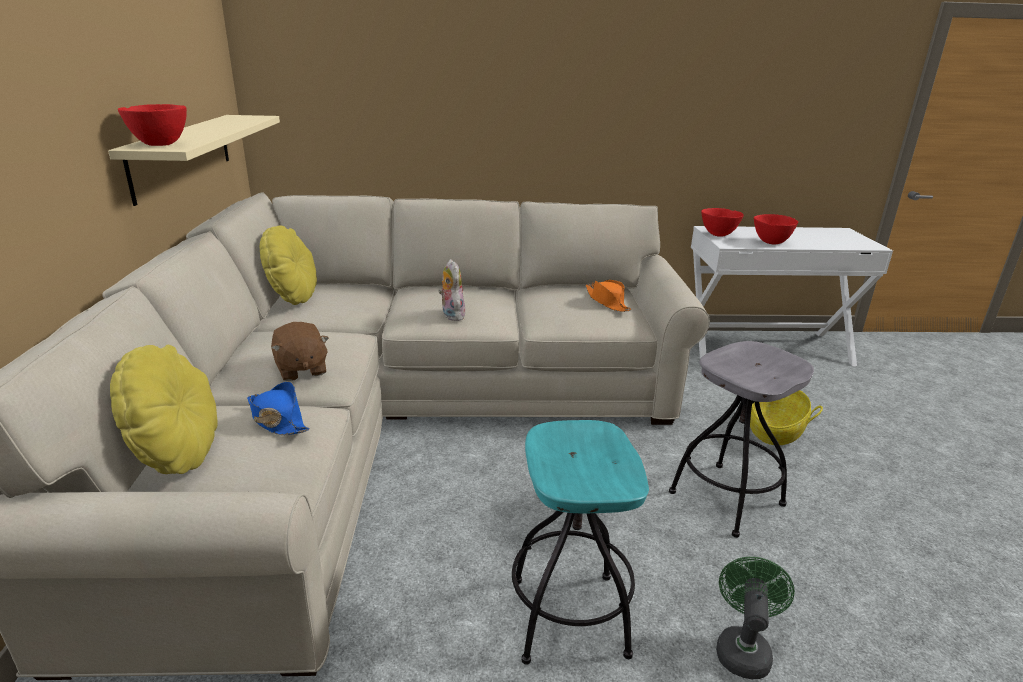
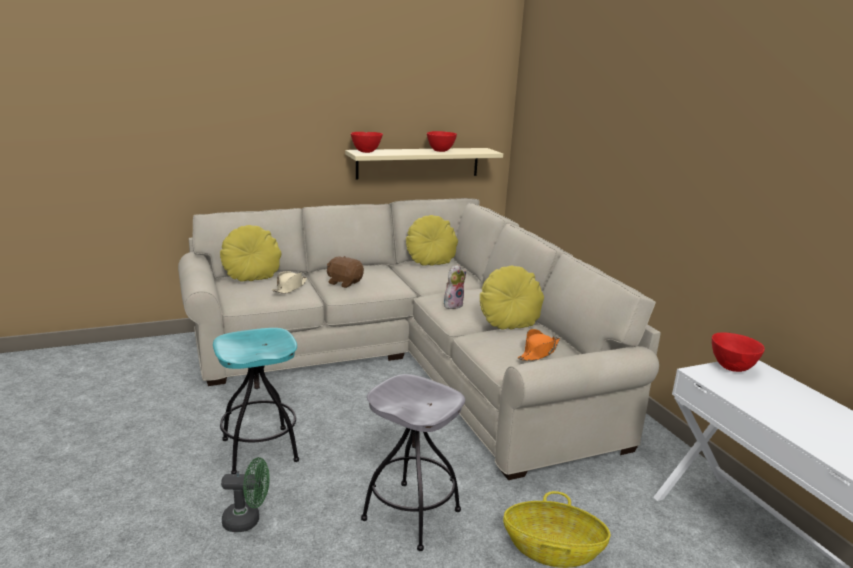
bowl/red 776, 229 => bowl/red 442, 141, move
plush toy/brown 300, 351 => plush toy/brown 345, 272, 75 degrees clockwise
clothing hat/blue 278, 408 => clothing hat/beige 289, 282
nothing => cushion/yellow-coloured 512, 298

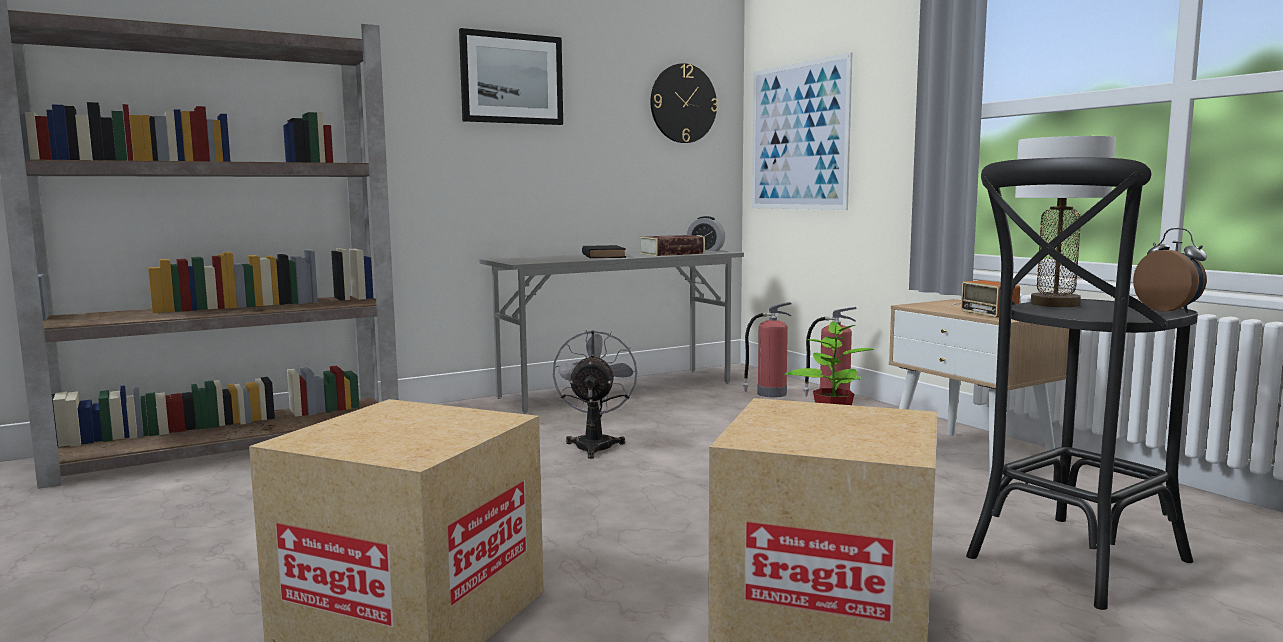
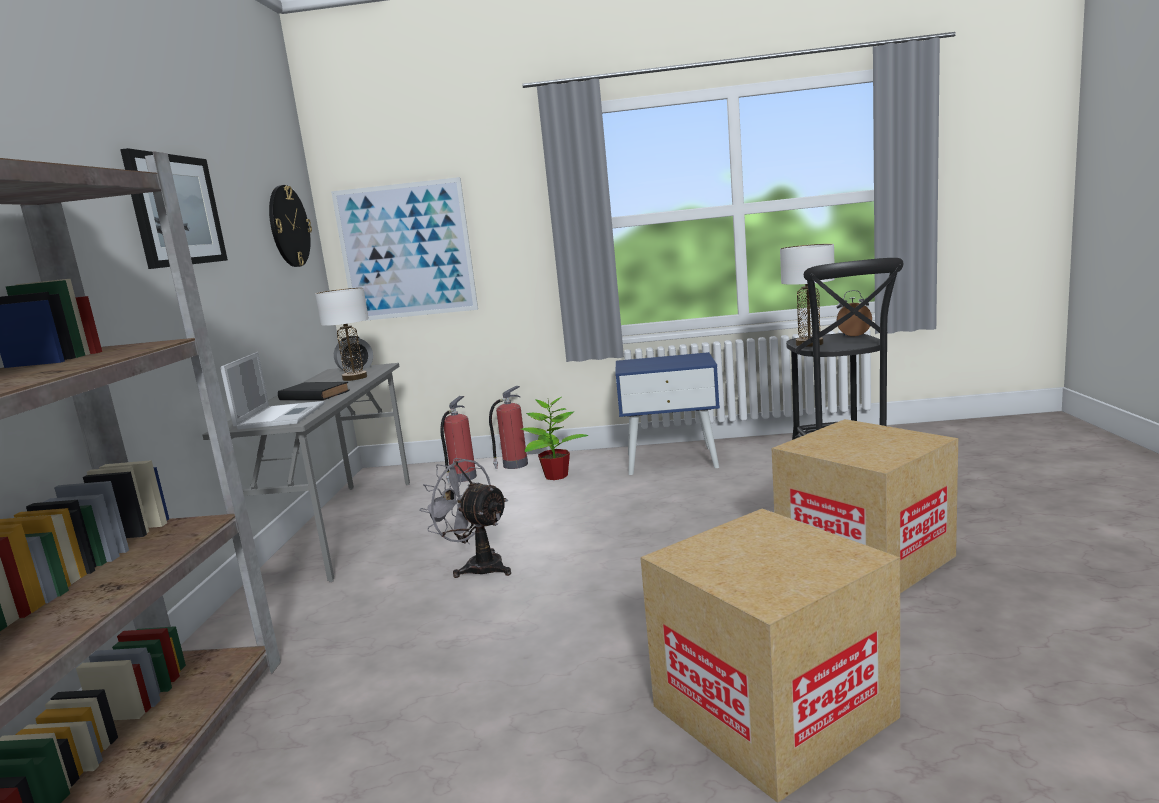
book 672, 245 => lamp for a table 342, 334
radio receiver 985, 299 => nothing
bedside table/beige 979, 387 => bedside table/blue 667, 413
nothing => laptop 272, 391

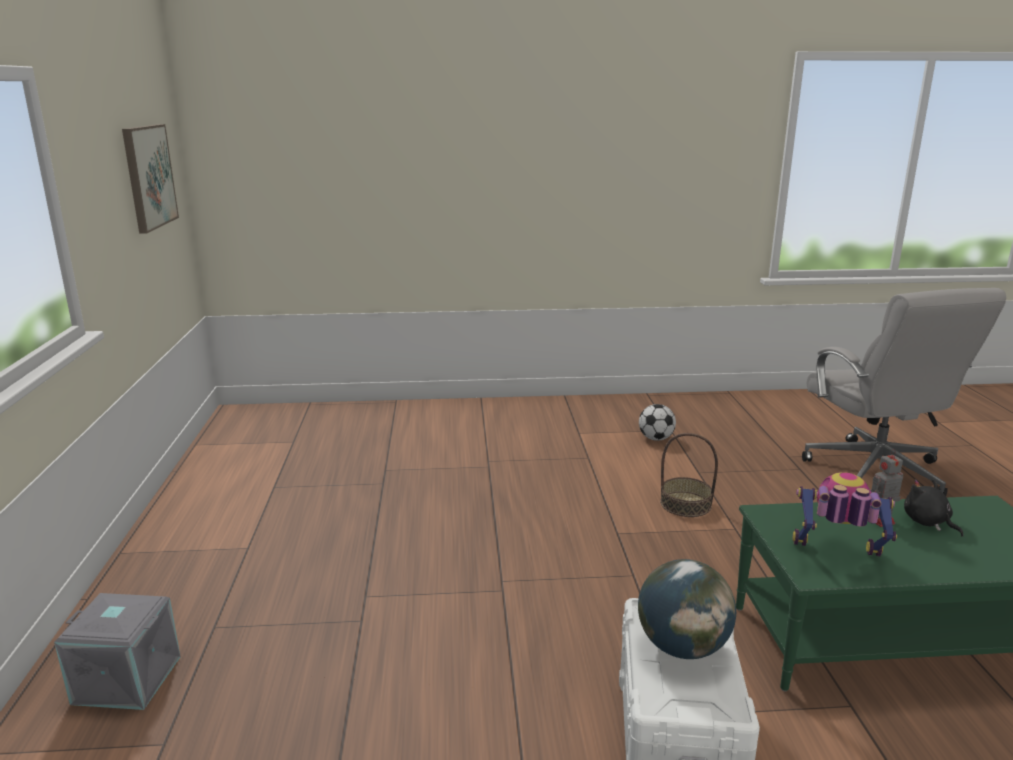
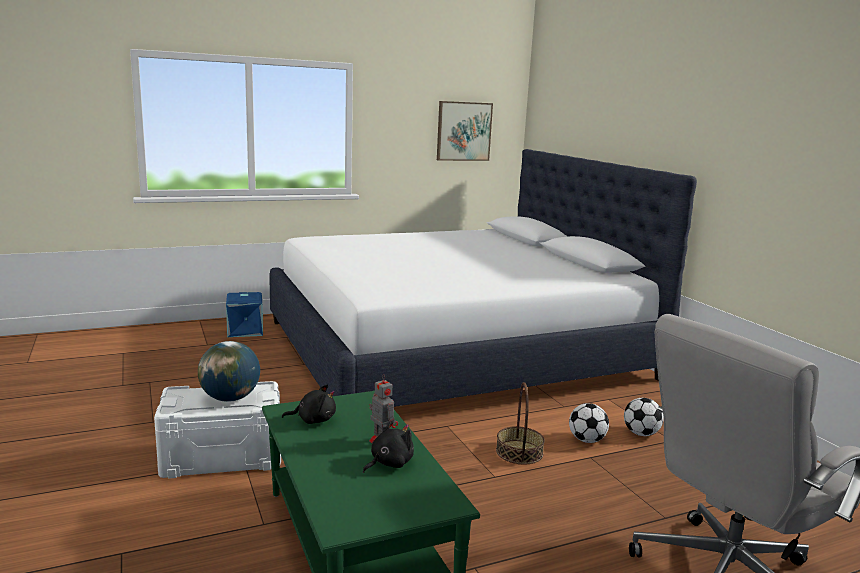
toy robot 845, 514 => plush toy/black-coloured 309, 404
storage bin/gray 117, 651 => storage bin/blue 244, 314
nothing => bed/white 483, 278
nothing => football 589, 423

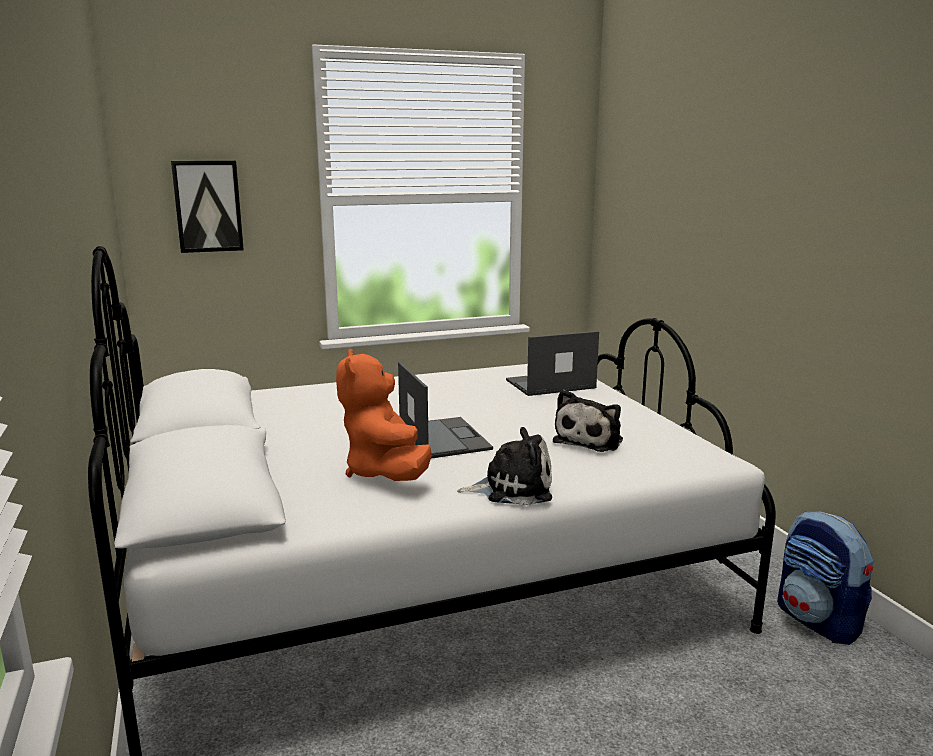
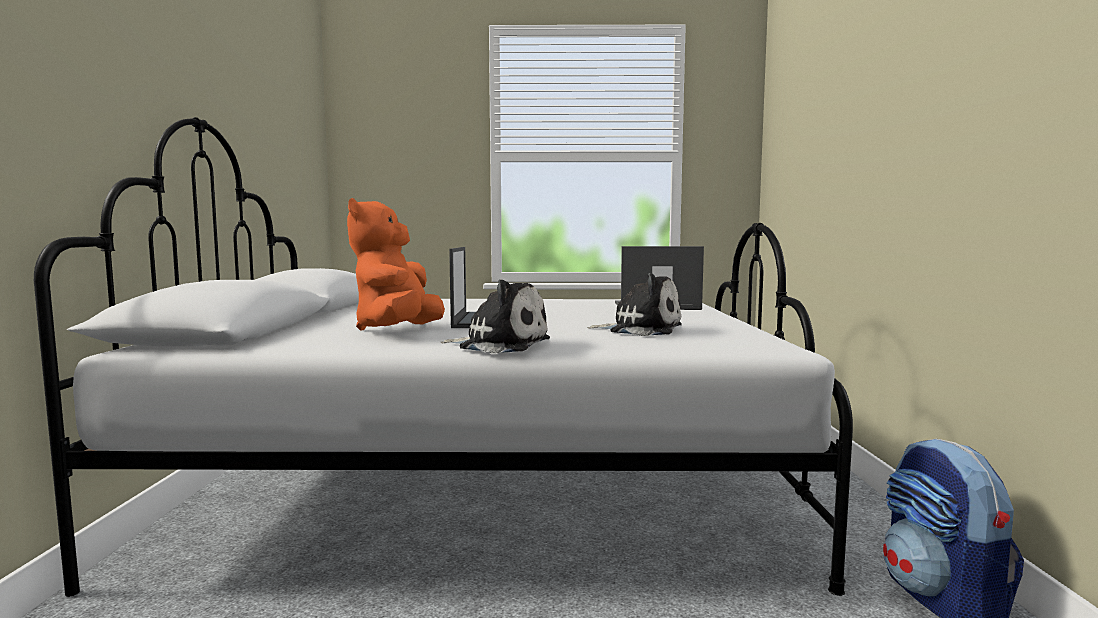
picture 207, 207 => nothing
plush toy 588, 421 => plush toy 634, 304, 120 degrees counterclockwise

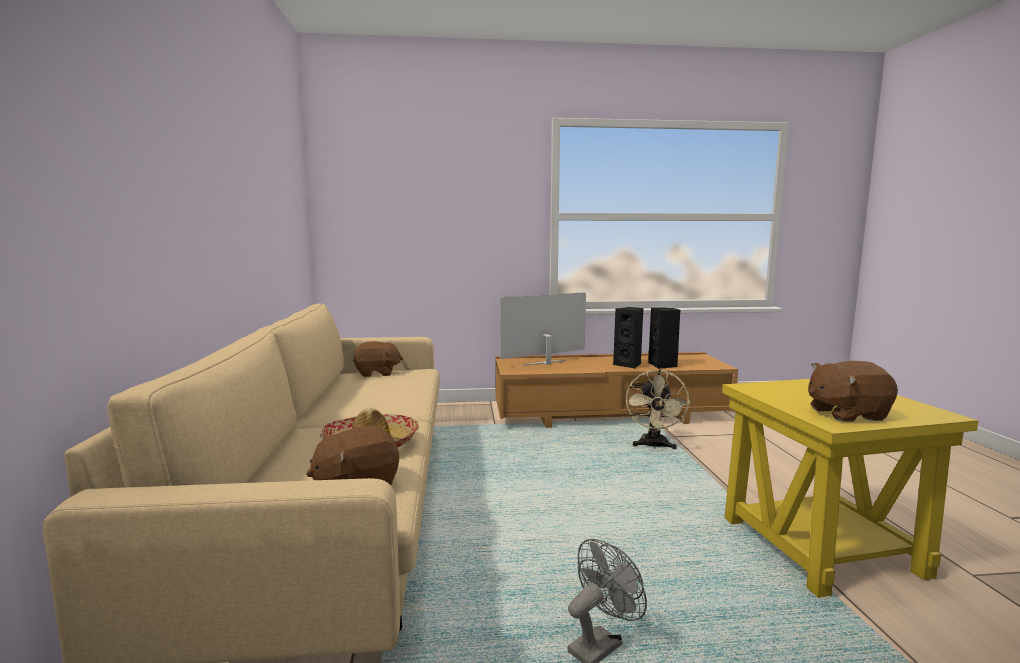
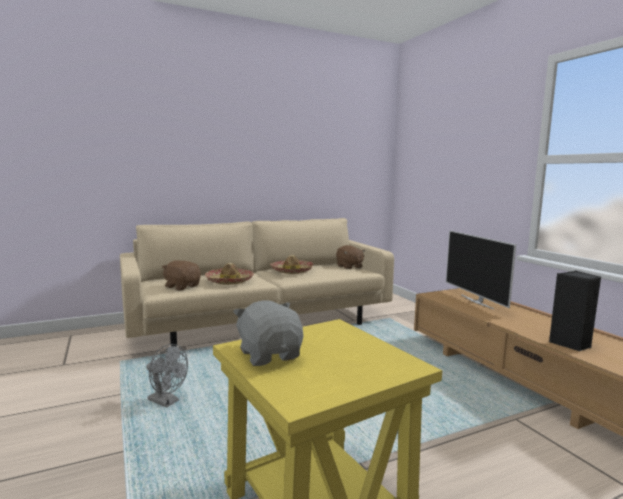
TV set 543, 329 => TV set 481, 269, 150 degrees counterclockwise
loudspeaker/black-coloured 628, 337 => nothing
plush toy/brown 853, 391 => plush toy/gray 268, 333
cooling fan/beige 658, 409 => nothing
nothing => clothing hat 292, 264

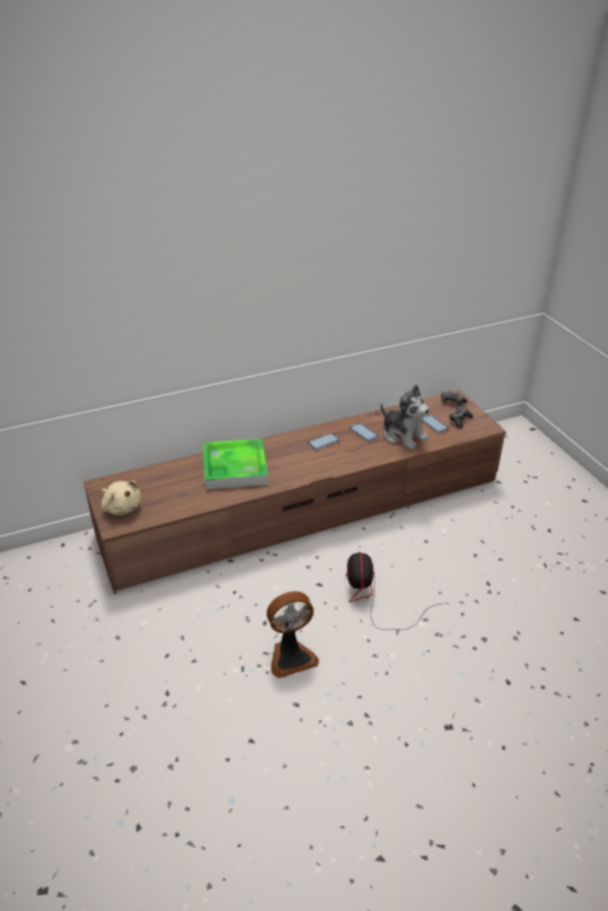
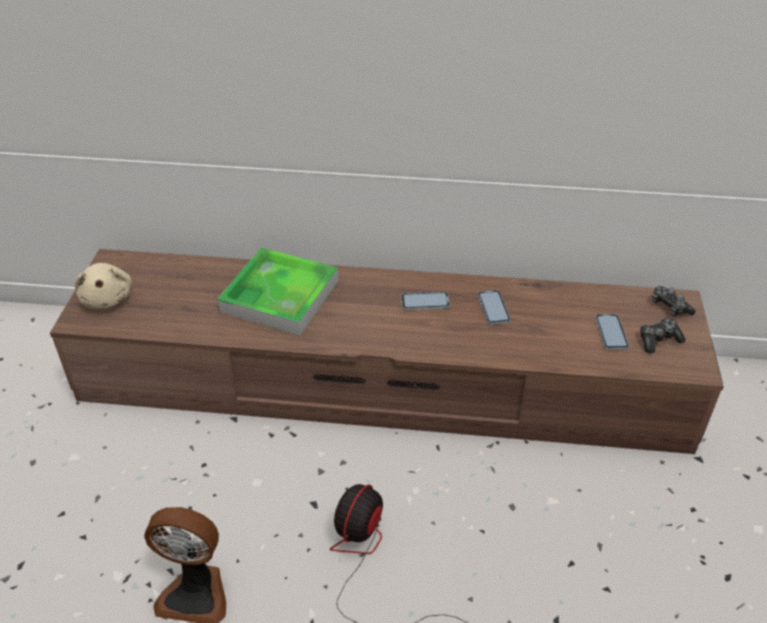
plush toy 405, 417 => nothing

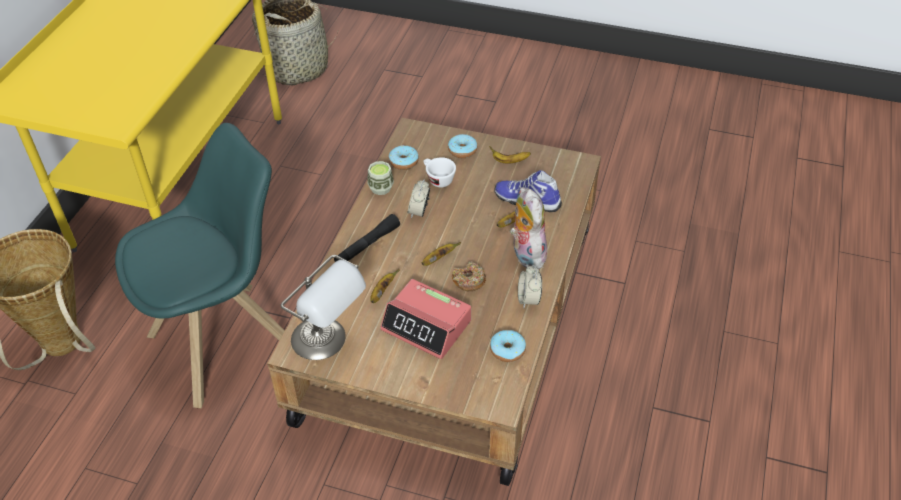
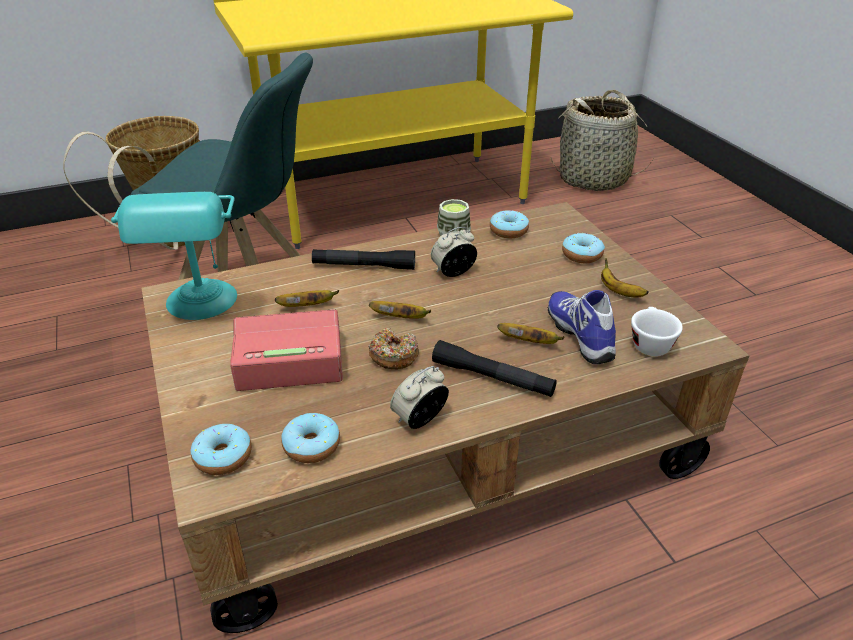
small cup/white 440, 172 => small cup/white 657, 331, move
plush toy 528, 228 => flashlight/black-coloured 494, 368
lamp for a table/white 323, 307 => lamp for a table/turquoise 174, 256
alarm clock 425, 319 => alarm clock 286, 350, 90 degrees clockwise
nothing => donut 221, 449

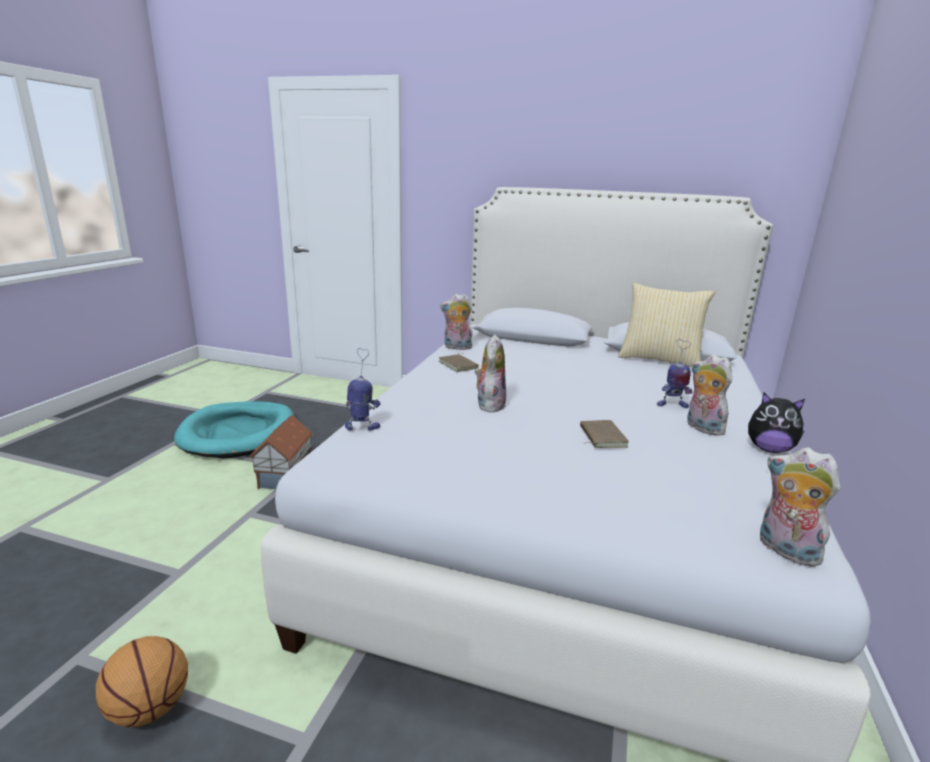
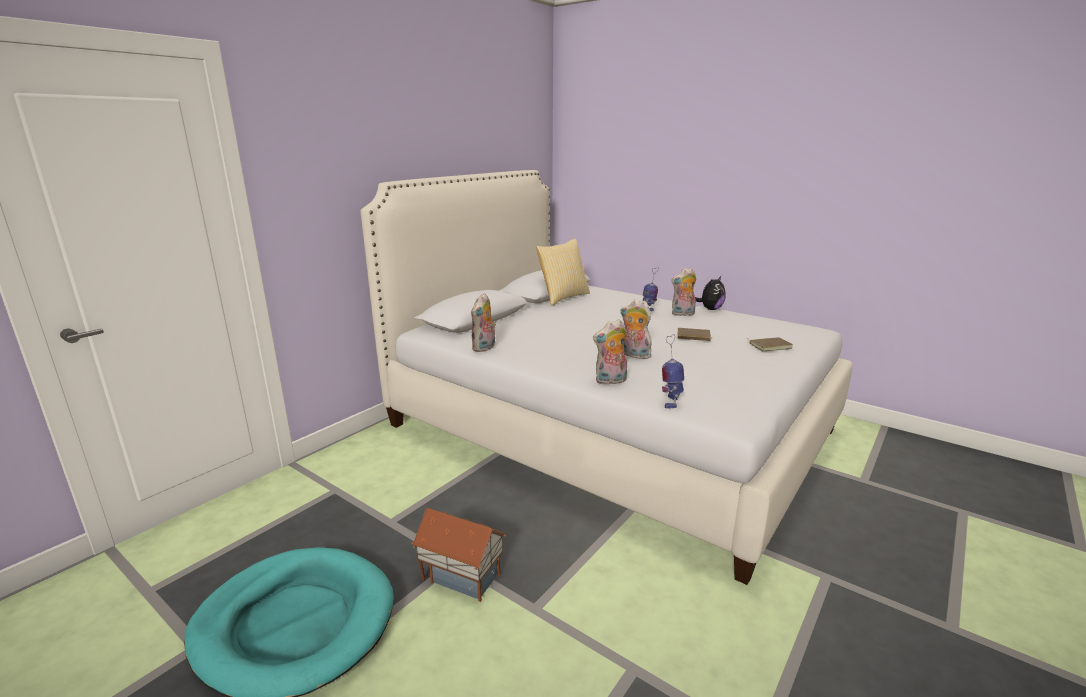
book/brown 459, 362 => book/brown 771, 344, move
plush toy 800, 507 => plush toy 610, 352, move
basketball 142, 681 => nothing

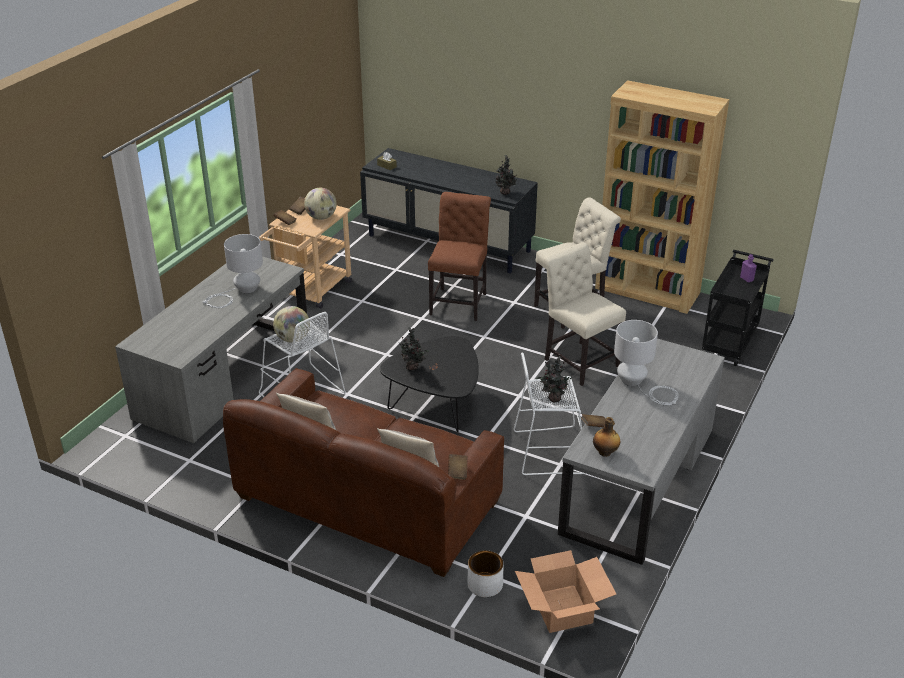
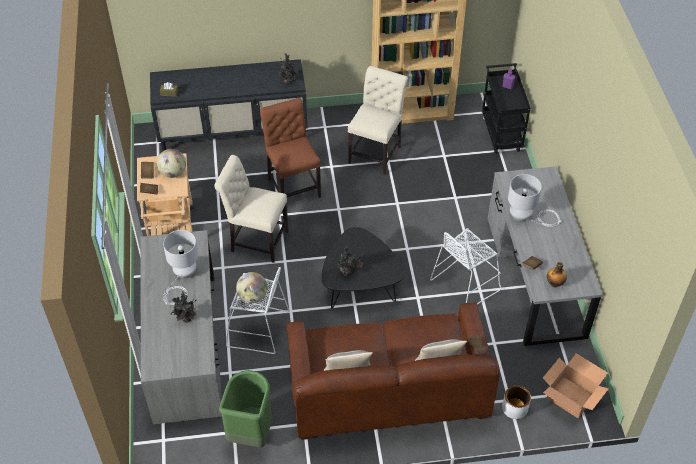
chair/beige 585, 314 => chair/beige 251, 209, move
potted plant 554, 379 => potted plant 183, 307, move
nothing => waste bin/green 245, 408

